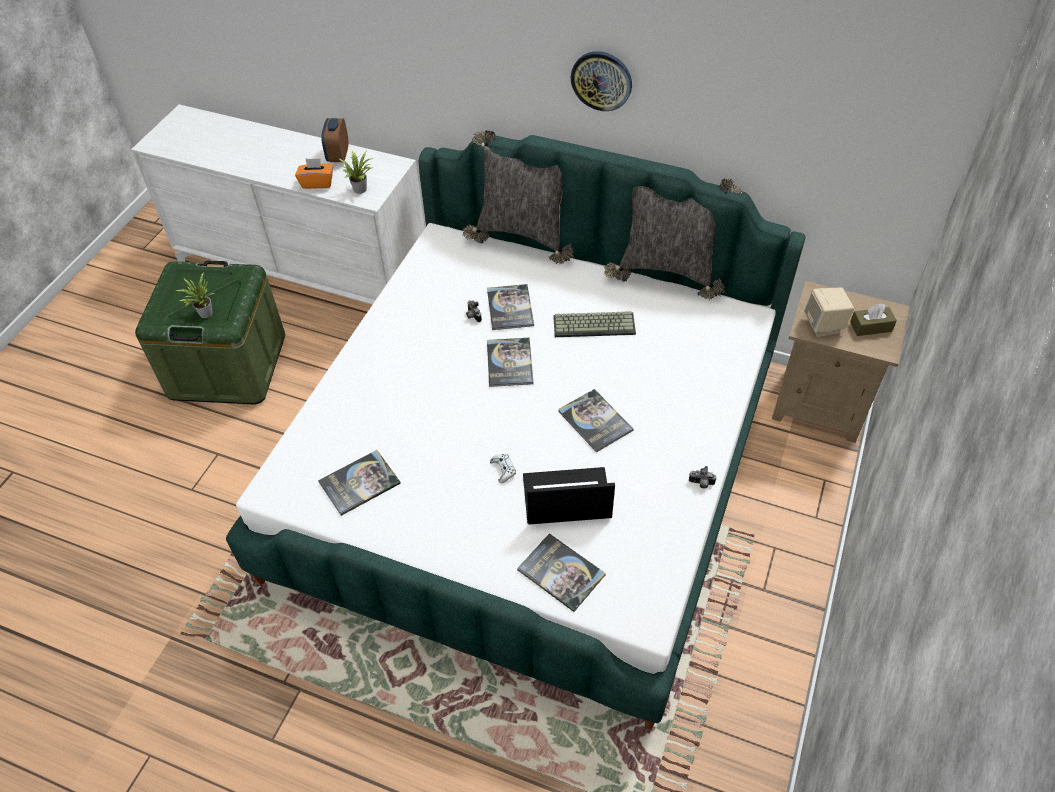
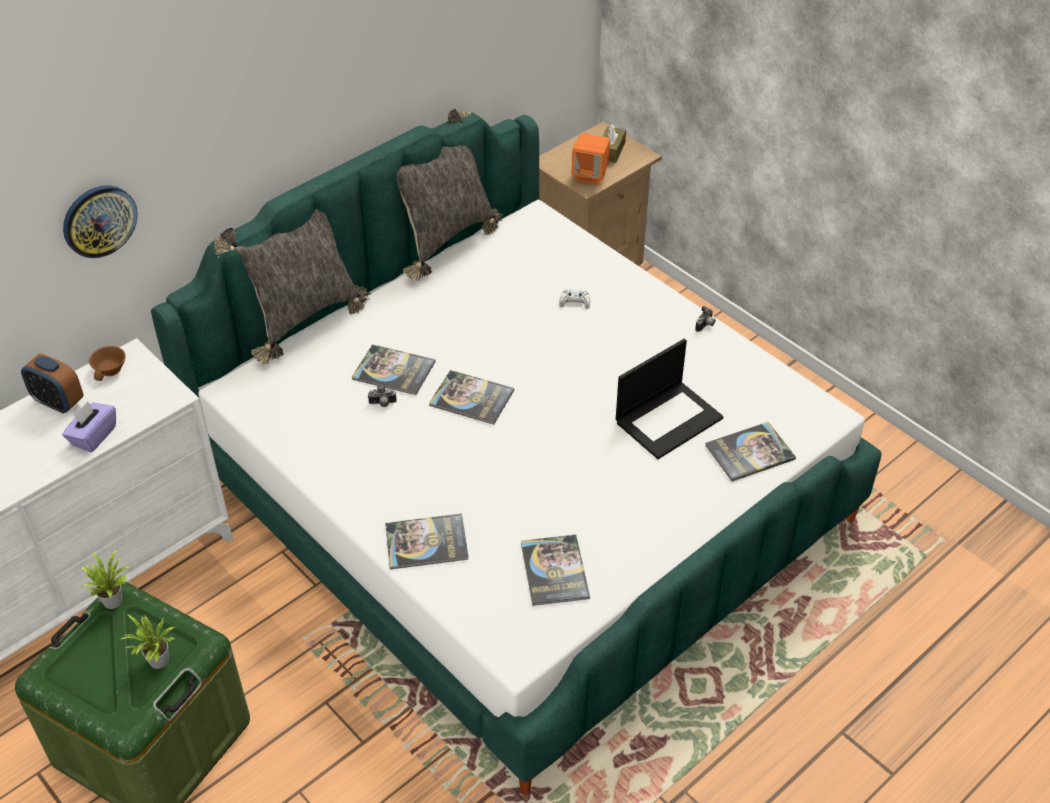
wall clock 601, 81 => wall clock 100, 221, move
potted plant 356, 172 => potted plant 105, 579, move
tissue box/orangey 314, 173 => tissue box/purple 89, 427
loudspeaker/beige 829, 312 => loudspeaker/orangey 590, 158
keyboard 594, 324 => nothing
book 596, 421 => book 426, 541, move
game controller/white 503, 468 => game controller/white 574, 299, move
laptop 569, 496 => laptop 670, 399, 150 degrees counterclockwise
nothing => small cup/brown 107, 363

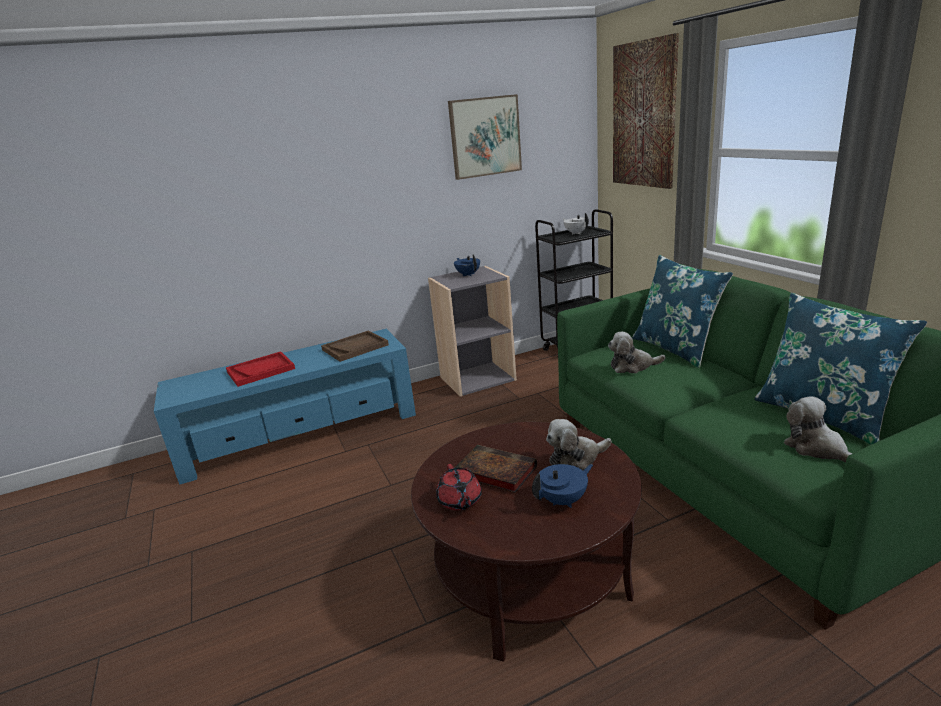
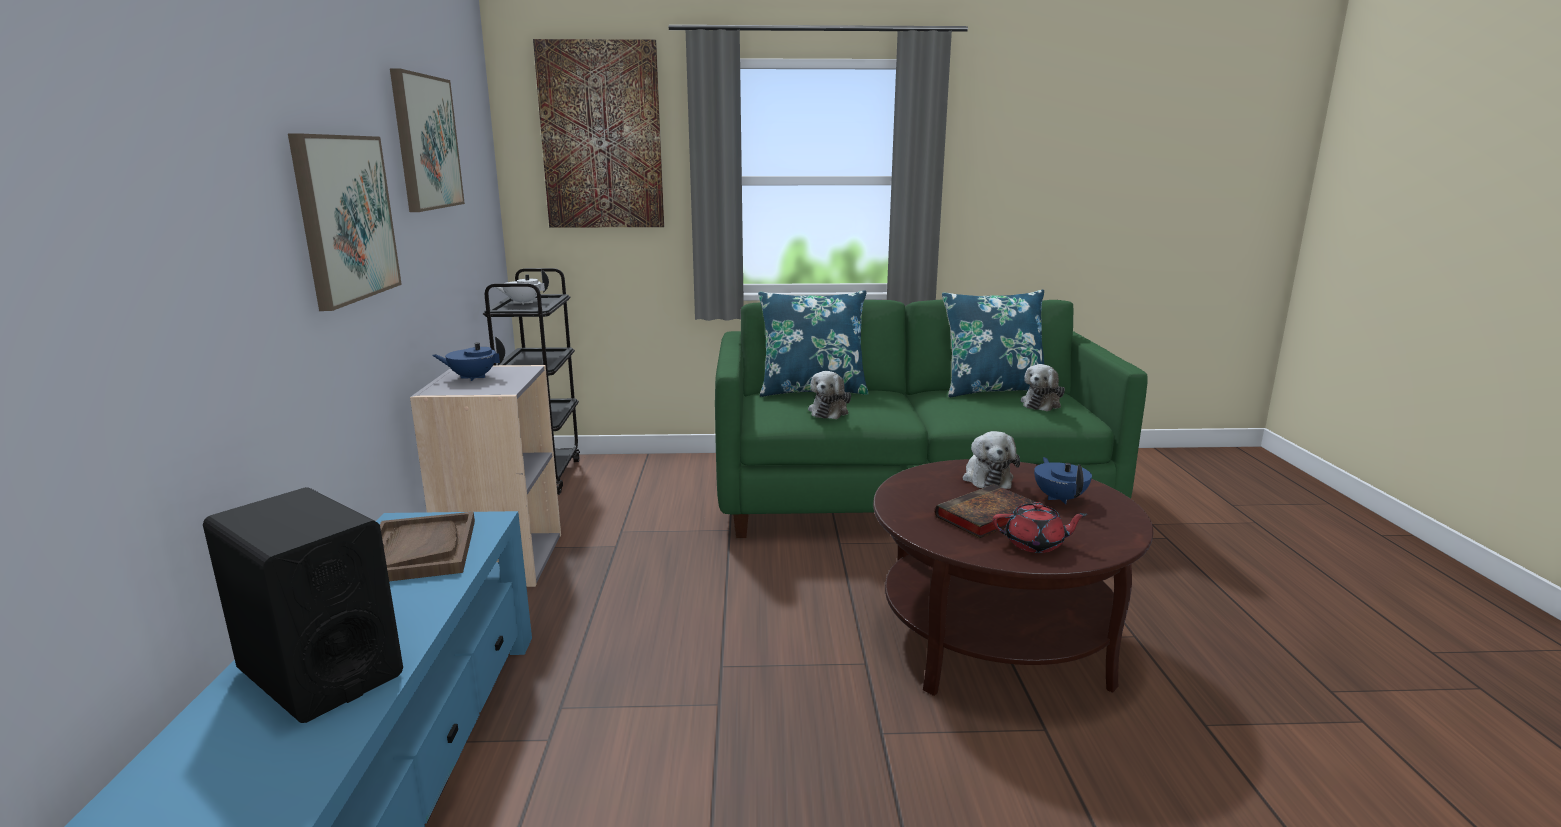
tray/red 260, 369 => loudspeaker/black-coloured 303, 605
plush toy 818, 429 => plush toy 1043, 387, 45 degrees counterclockwise
nothing => picture 345, 222

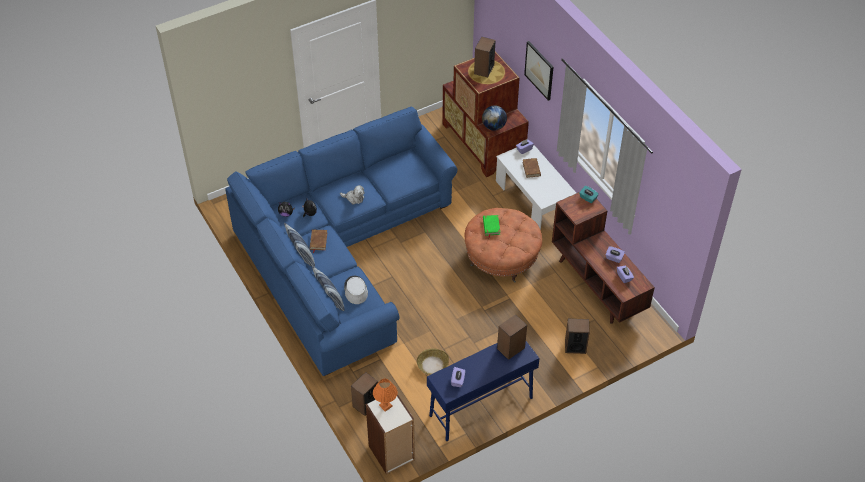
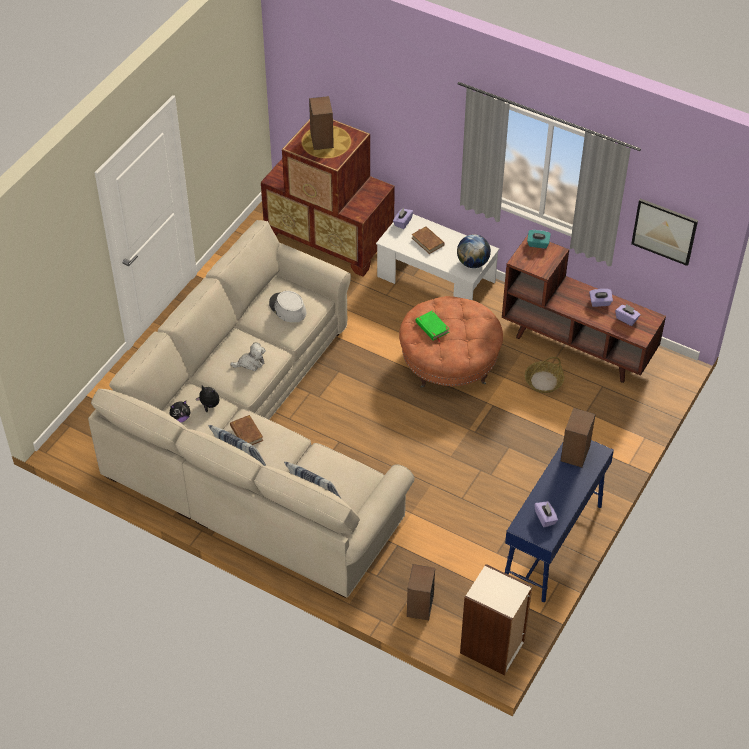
picture 538, 71 => picture 664, 232, move
globe 494, 118 => globe 474, 251, move
couch/blue 341, 241 => couch/beige 251, 409
clothing hat/gray 356, 290 => clothing hat/gray 287, 307, move
loudspeaker 577, 336 => nothing
household basket 433, 361 => household basket 544, 375, move
lamp for a table/orangey 385, 395 => nothing

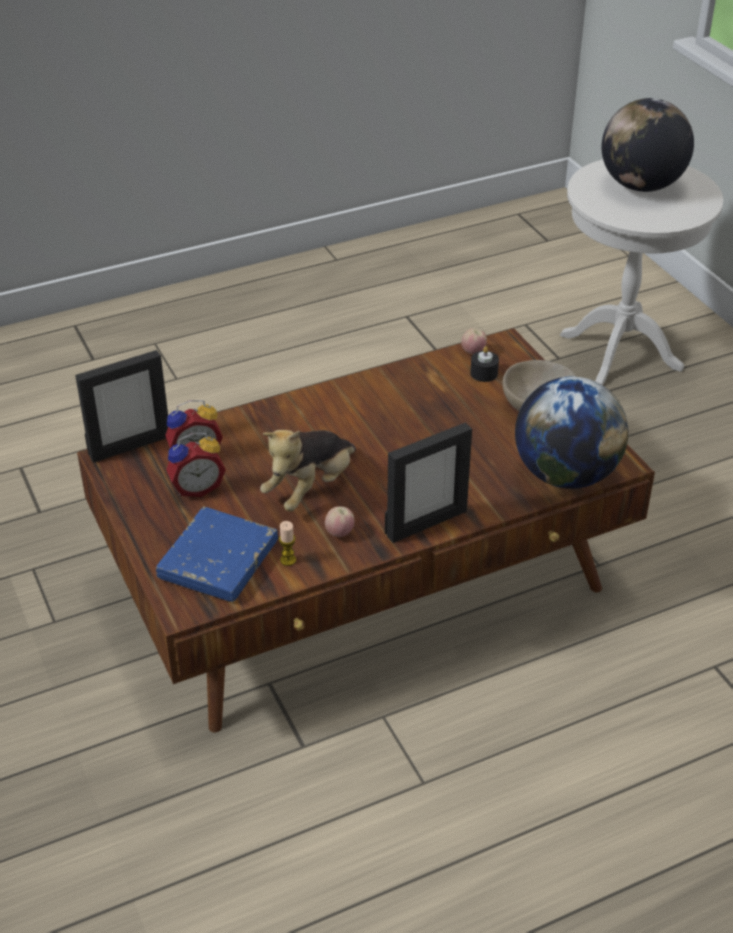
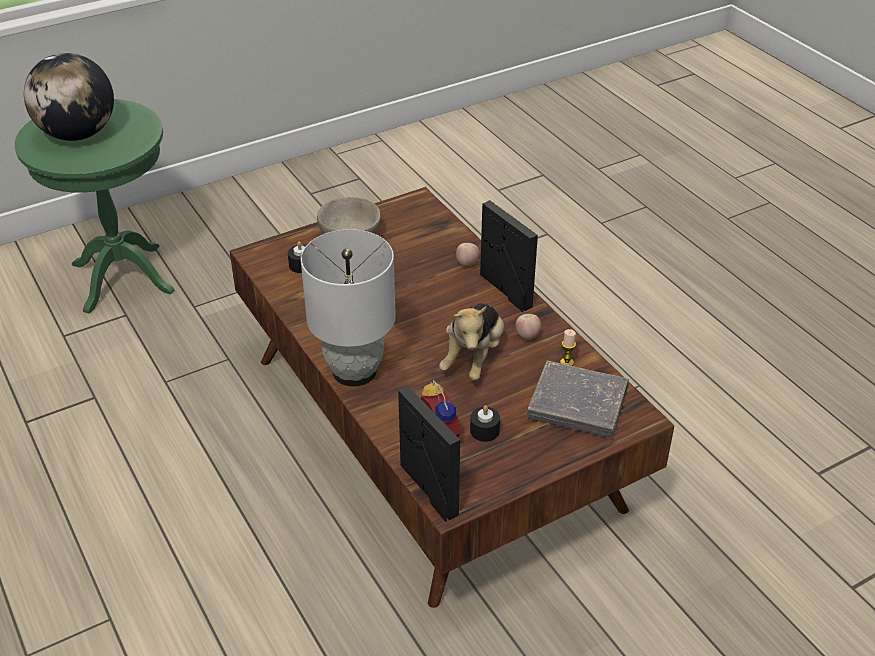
side table/white 641, 272 => side table/green 94, 206
apple 474, 341 => apple 468, 254, move
globe 571, 432 => nothing
plush toy 308, 471 => plush toy 471, 342, 75 degrees clockwise
alarm clock 196, 465 => wax candle/black-coloured 485, 423
book/blue 217, 554 => book/gray 578, 399
nothing => lamp for a table/white 348, 308

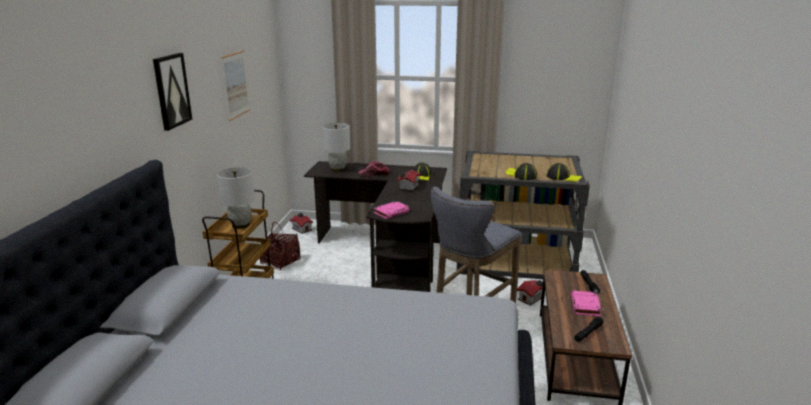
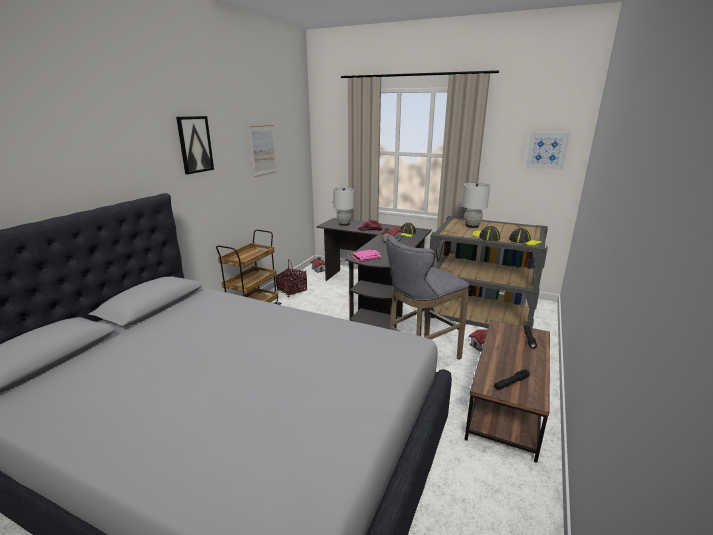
lamp for a table/white 236, 198 => lamp for a table/white 476, 205, move
book/pink 586, 303 => nothing
nothing => picture 547, 151

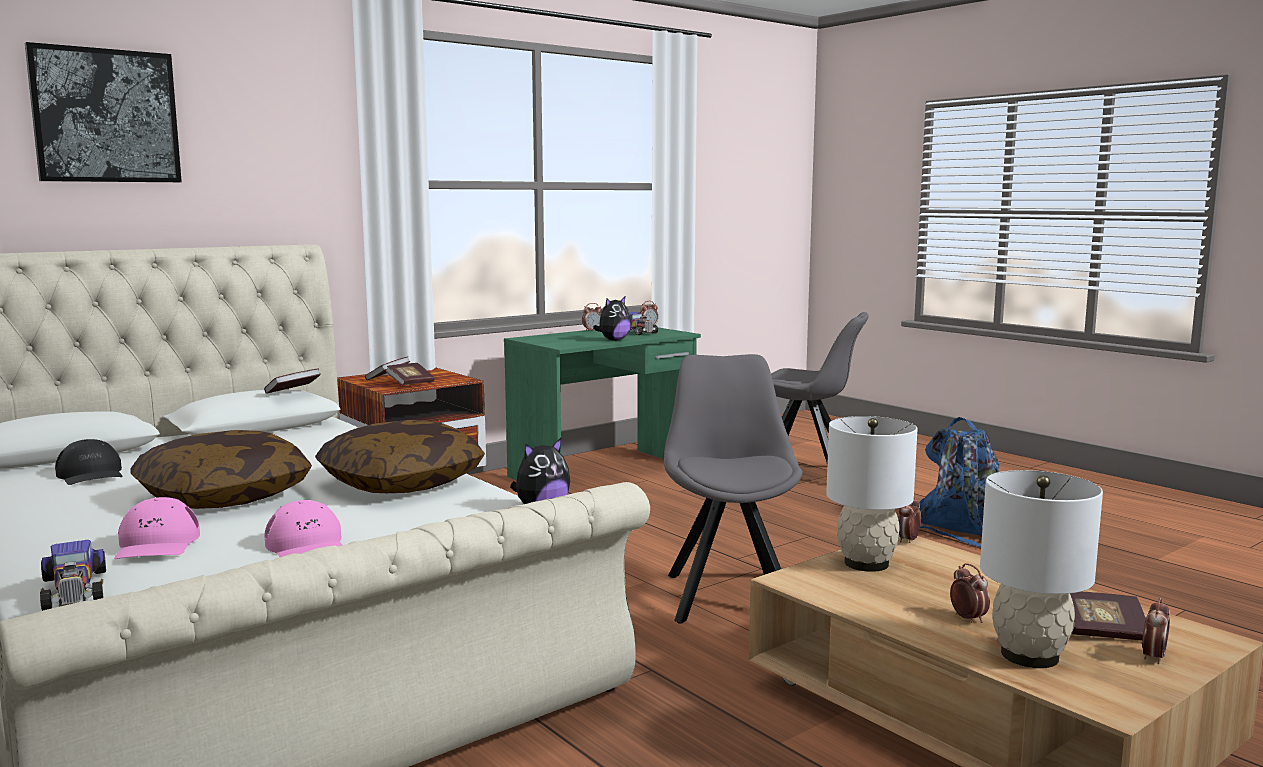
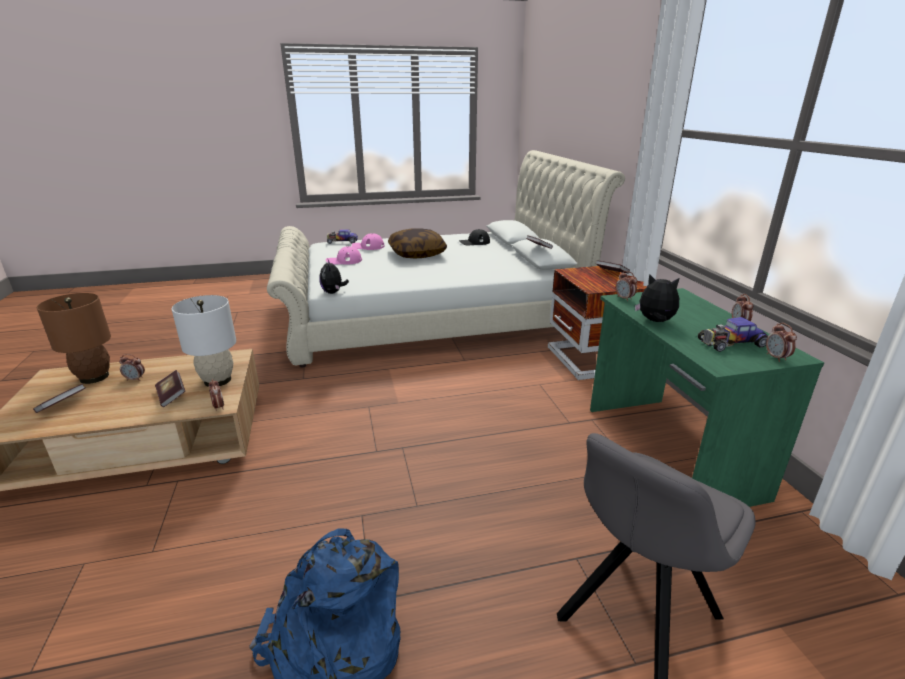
picture 103, 112 => nothing
plush toy 612, 319 => plush toy 657, 298, 135 degrees clockwise
chair/gray 733, 489 => nothing
book 410, 374 => book 170, 388, move
cushion 400, 456 => nothing
lamp for a table/white 1041, 569 => lamp for a table/brown 74, 338
alarm clock 1156, 630 => alarm clock 626, 286, move

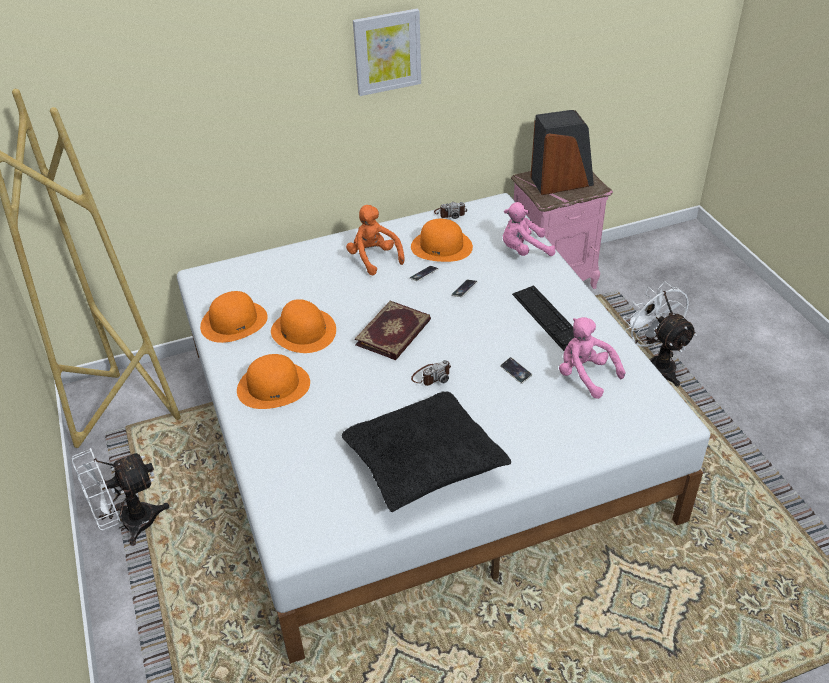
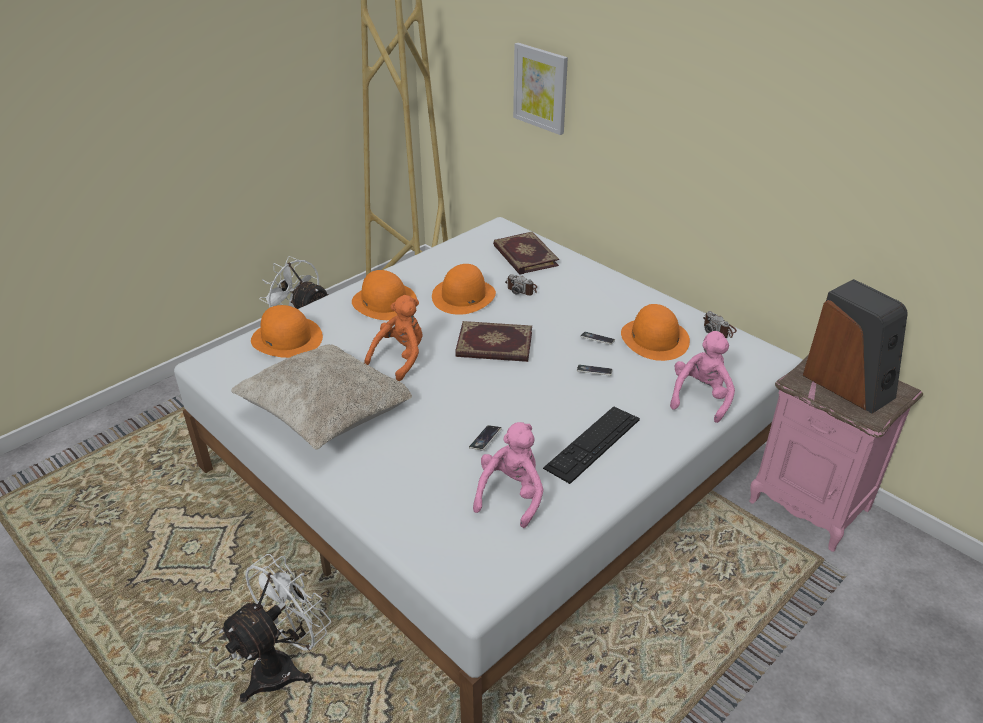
picture 387, 52 => picture 540, 89, move
plush toy/pink 529, 229 => plush toy/pink 702, 377, 60 degrees clockwise
plush toy/orangey 375, 240 => plush toy/orangey 393, 338, move
cooling fan/white 660, 334 => cooling fan/white 275, 628, move
clothing hat/orangey 234, 317 => clothing hat/orangey 287, 331, move
photo camera 431, 373 => photo camera 521, 285, move
cushion/black-coloured 426, 452 => cushion/beige 321, 397
nothing => book 526, 253

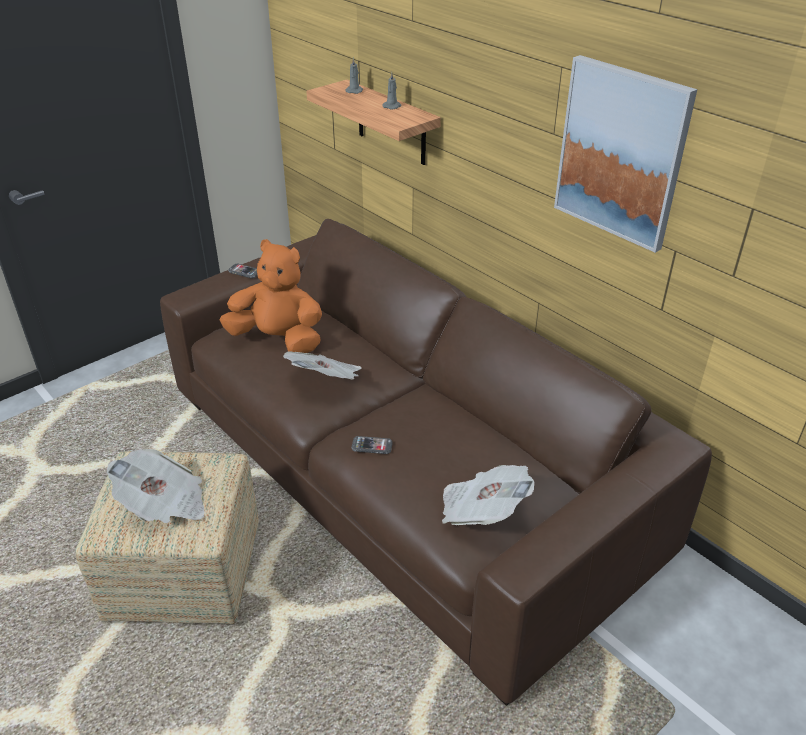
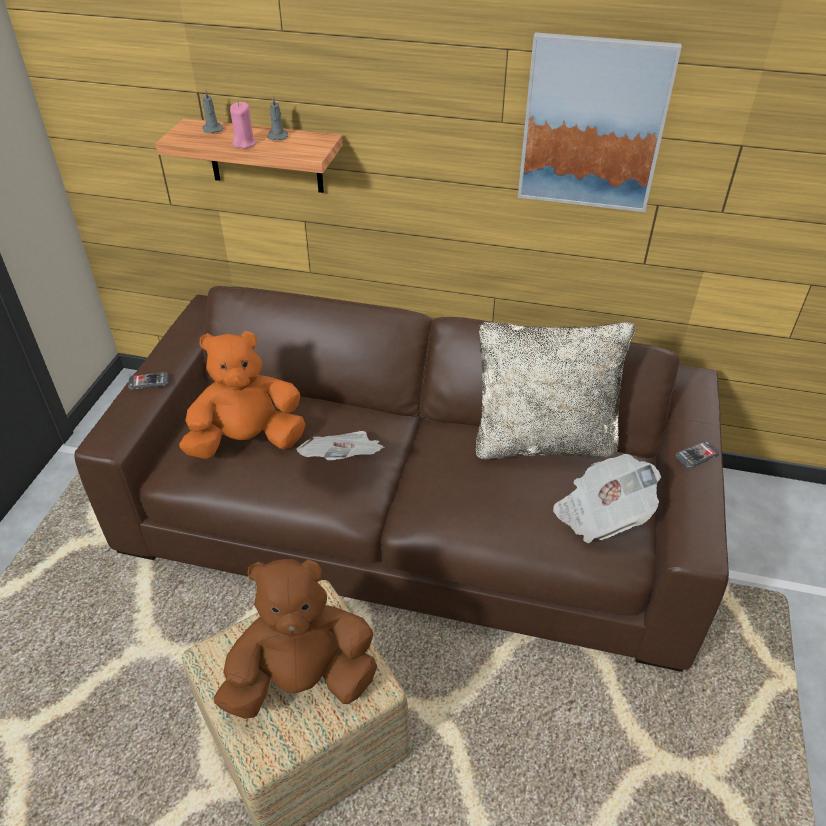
handset 372, 445 => handset 697, 454, move
daily paper 155, 486 => plush toy/brown 295, 639
nothing => wax candle/pink 243, 125
nothing => cushion/beige 555, 391

